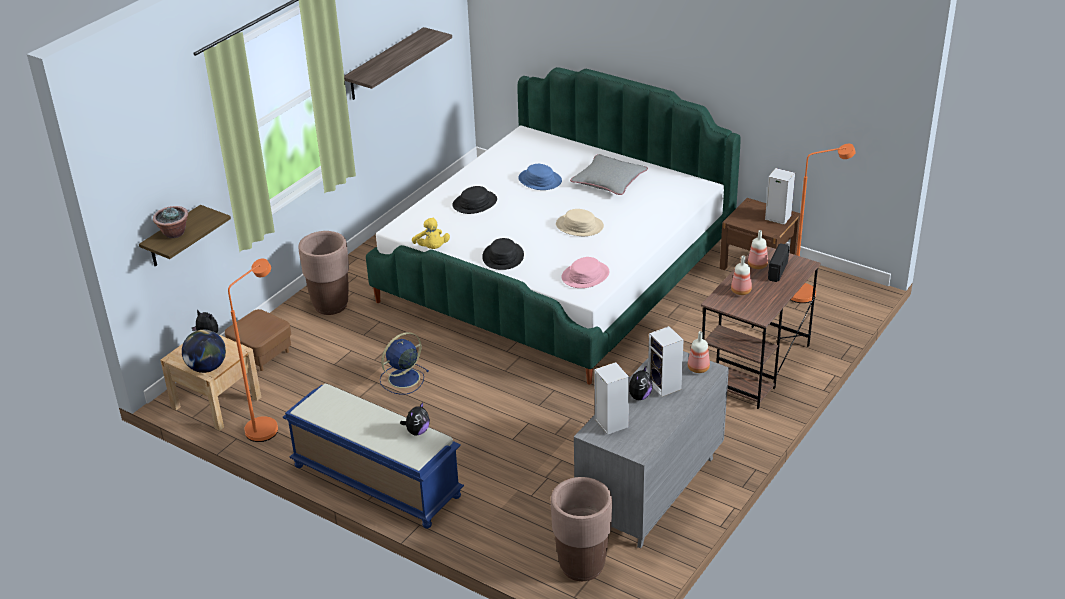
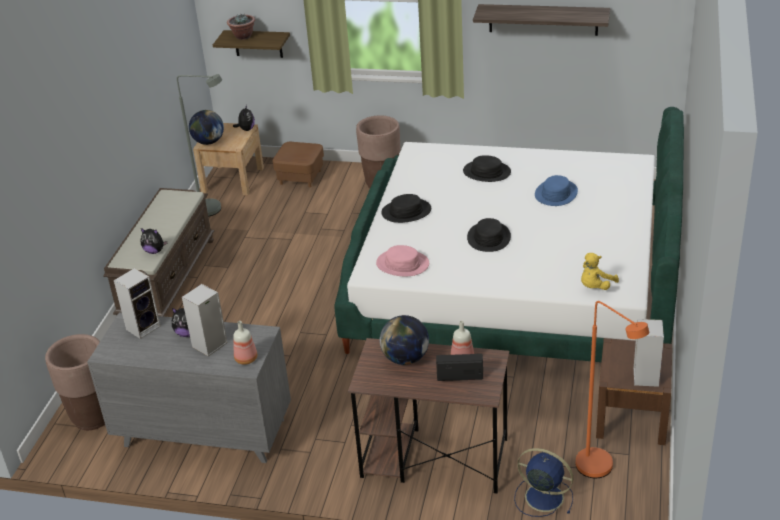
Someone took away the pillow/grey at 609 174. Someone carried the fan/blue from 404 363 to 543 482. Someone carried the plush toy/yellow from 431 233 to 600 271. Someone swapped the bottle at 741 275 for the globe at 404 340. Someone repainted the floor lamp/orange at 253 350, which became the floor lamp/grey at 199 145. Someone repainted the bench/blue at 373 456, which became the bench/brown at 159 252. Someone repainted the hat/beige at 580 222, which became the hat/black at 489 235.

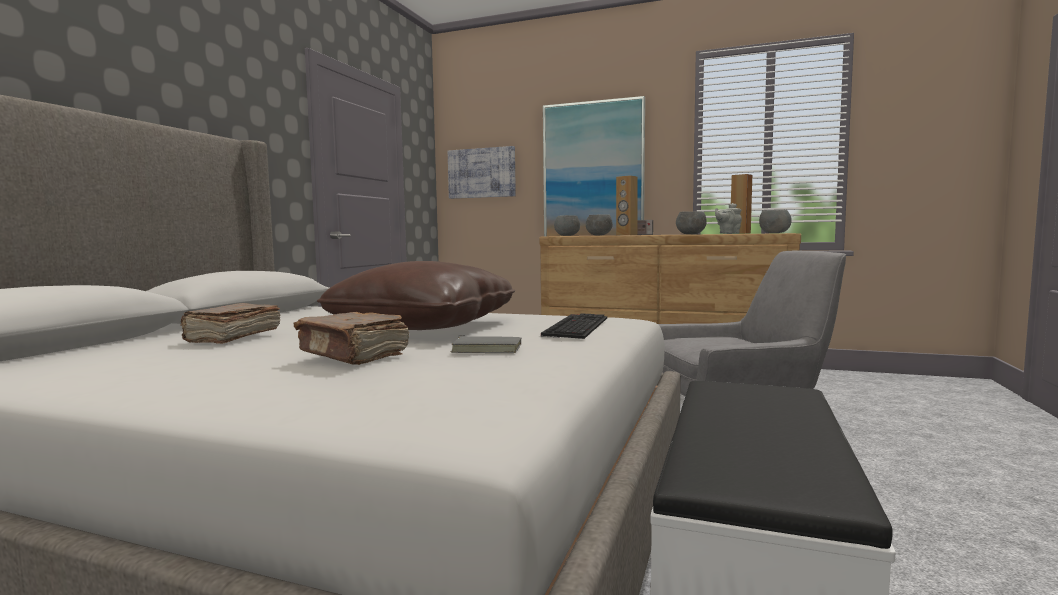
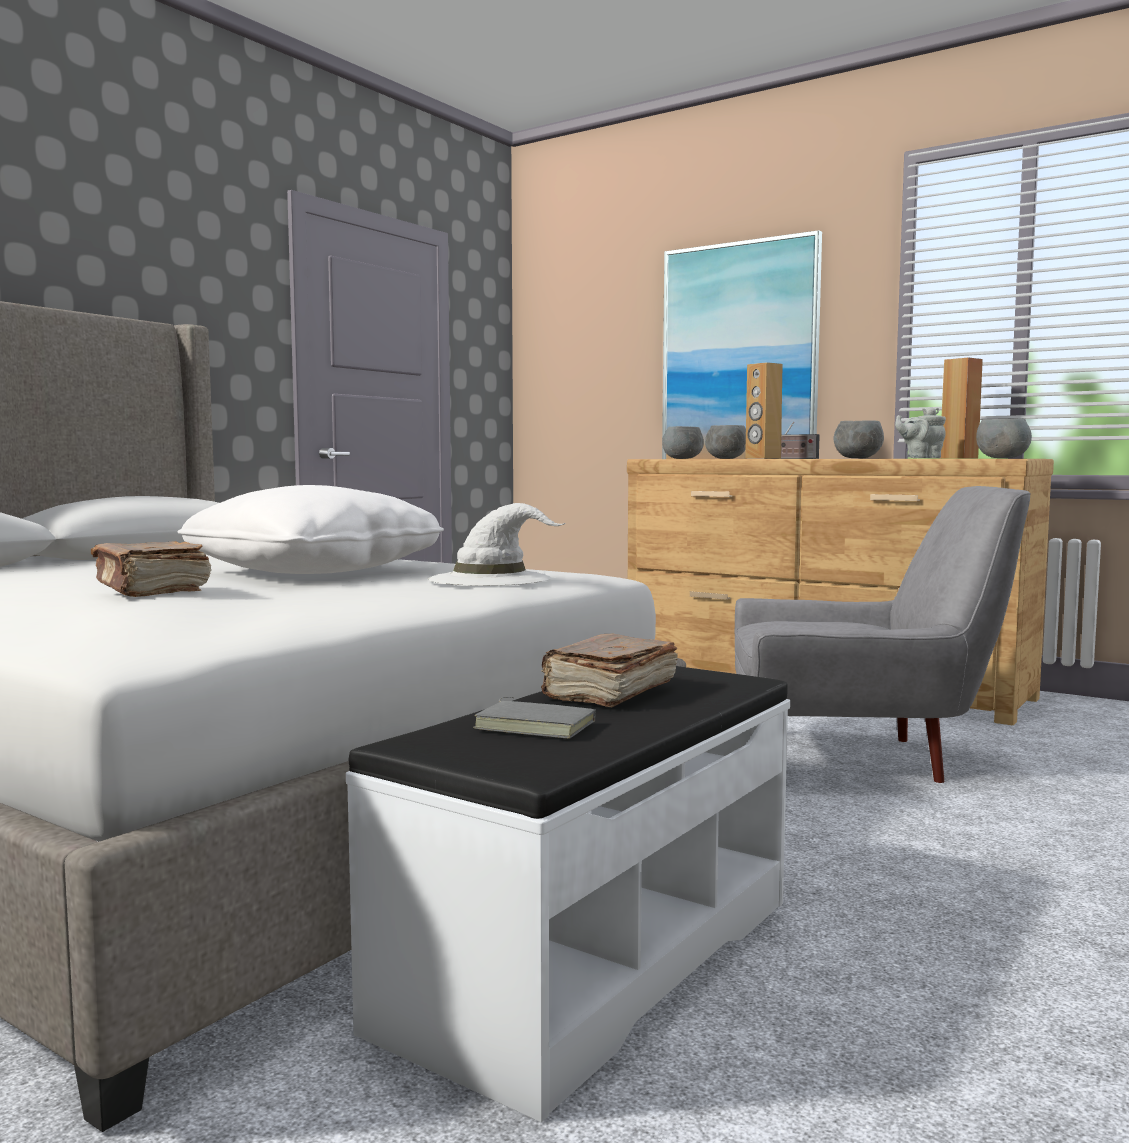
Someone took away the picture at 482 172. Someone carried the book/brown from 230 323 to 609 670. Someone carried the book/grey from 486 344 to 534 718. Someone swapped the keyboard at 574 326 for the hat/white at 496 544. Someone repainted the pillow/brown at 416 295, which became the pillow/white at 310 529.

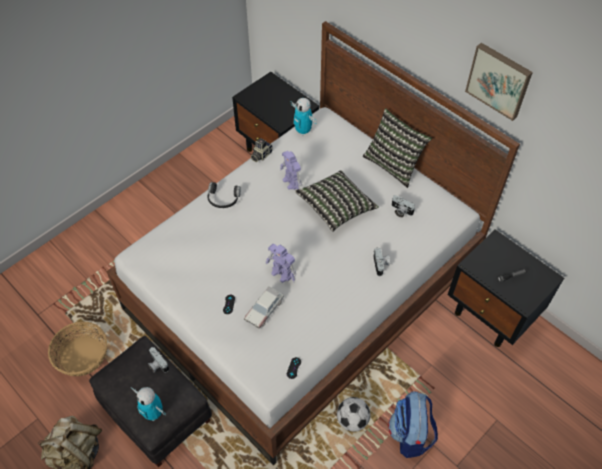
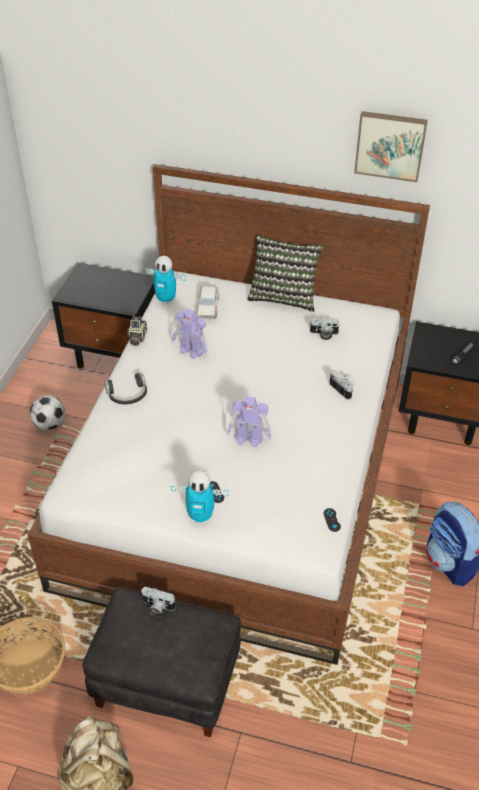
Someone took away the pillow at 337 201. Someone carried the toy robot from 148 404 to 200 496. Someone carried the toy car from 264 307 to 207 302. Someone carried the football from 354 414 to 47 412.

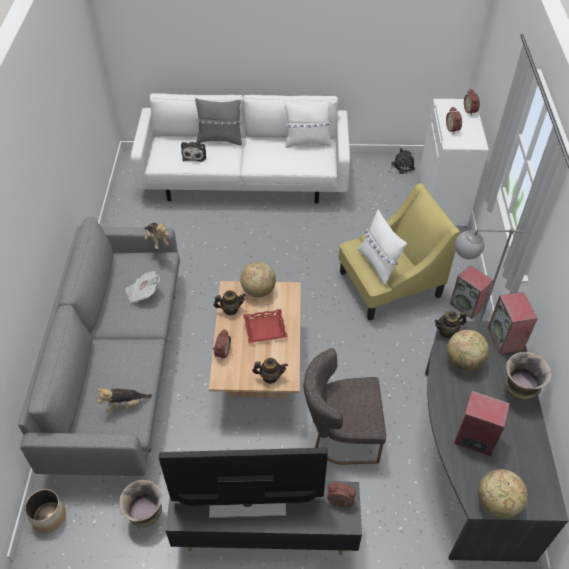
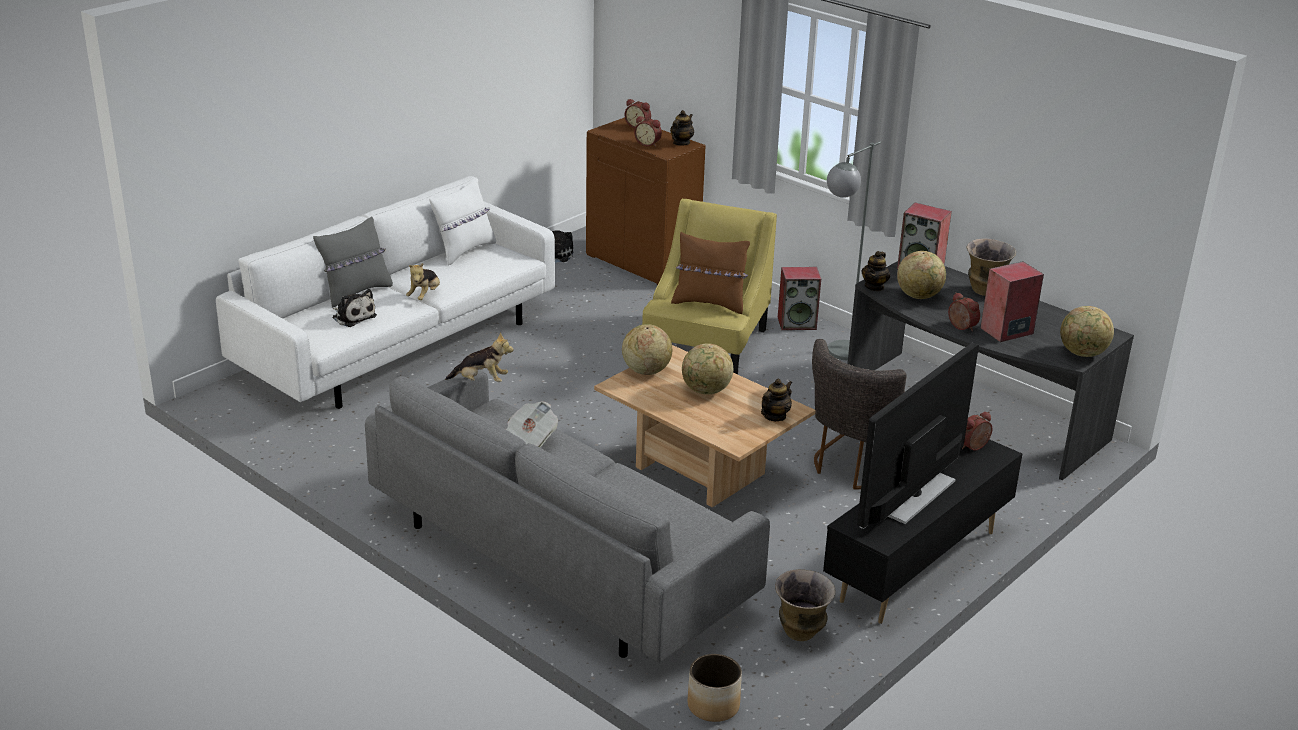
Someone carried the plush toy from 124 400 to 423 281. Someone carried the alarm clock from 222 344 to 964 311. Someone carried the teapot from 230 302 to 682 128. Someone swapped the tray/red at 265 326 for the globe at 707 369. Someone repainted the pillow/white at 382 247, which became the pillow/brown at 710 273. Someone repainted the cabinet/white at 454 163, which became the cabinet/brown at 646 201.

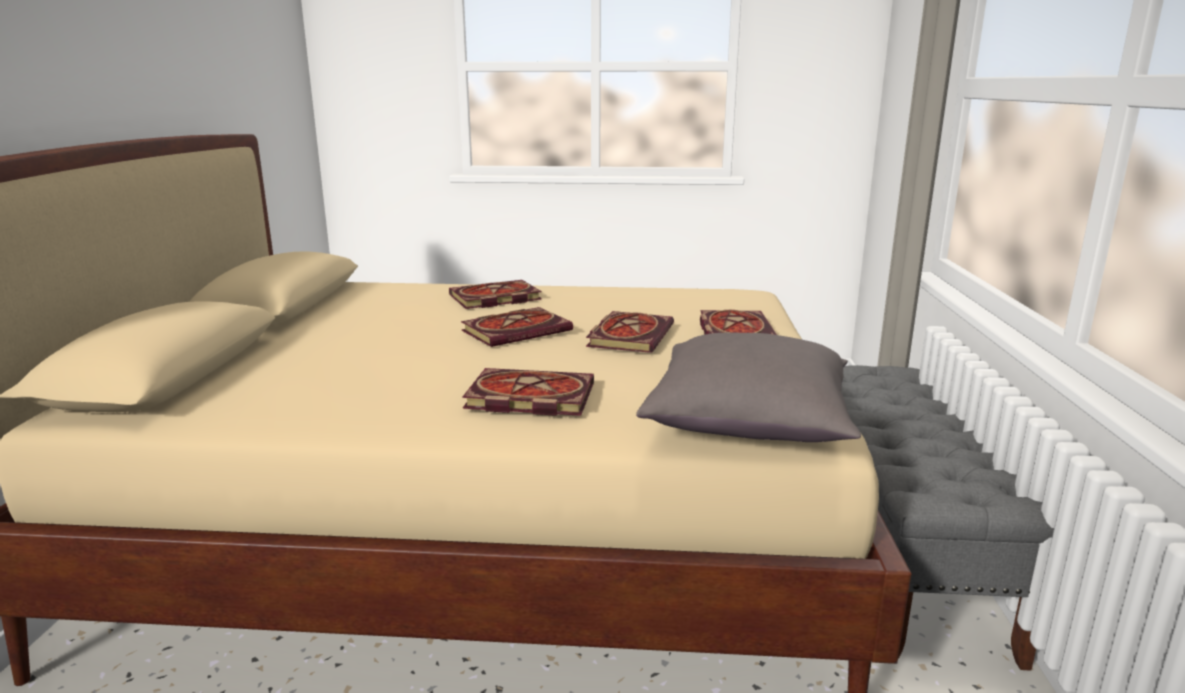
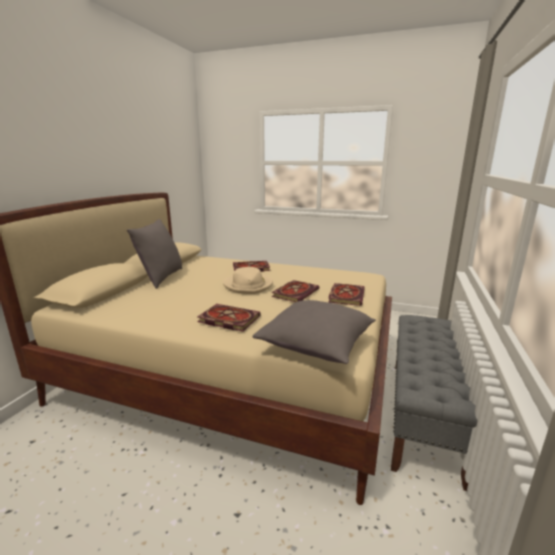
Someone put down the pillow/grey at 154 254. Someone swapped the book at 517 327 for the hat/beige at 248 280.

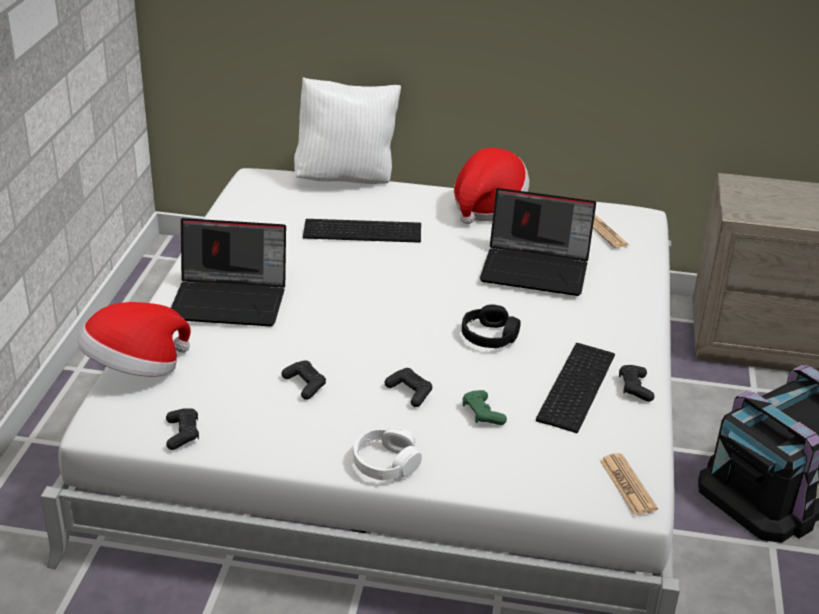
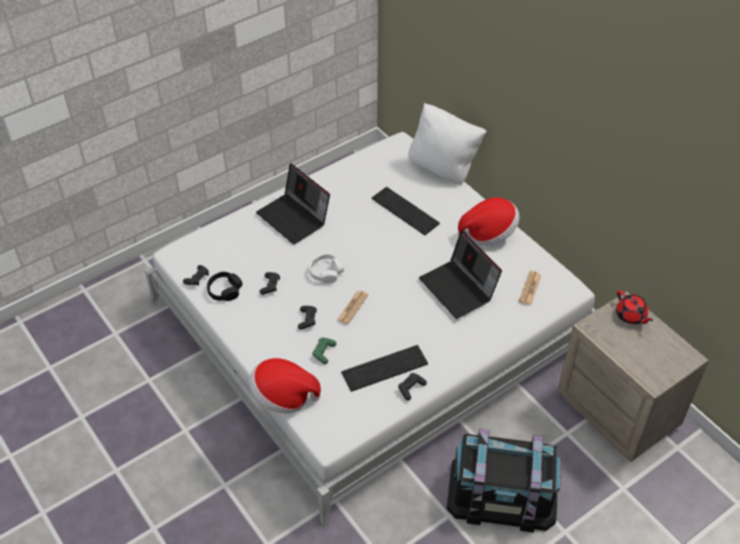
Someone put down the teapot/red at 634 307. Someone carried the hat from 134 339 to 285 385. Someone carried the headphones/white from 387 453 to 326 268. Someone carried the headphones/black from 491 326 to 224 286. Someone carried the newspaper from 629 484 to 352 307.

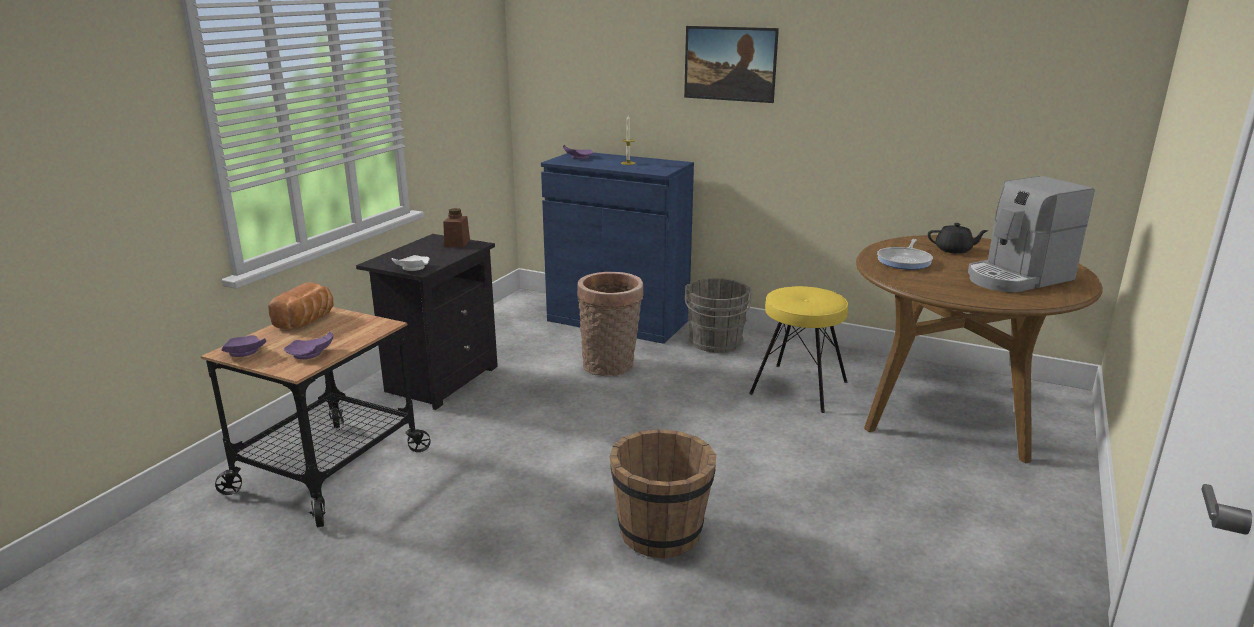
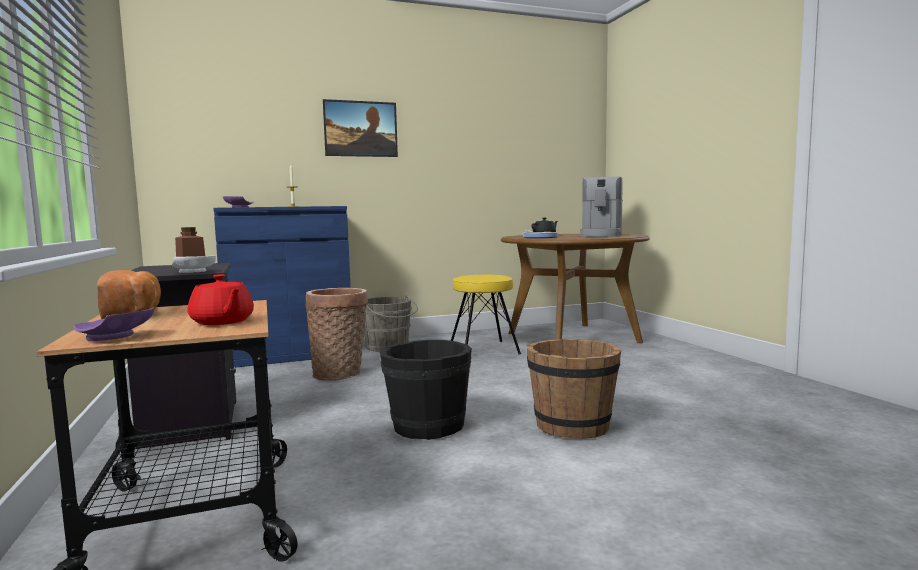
Someone put down the bucket/black at 426 390. Someone swapped the plate/purple at 308 345 for the teapot/red at 220 299.

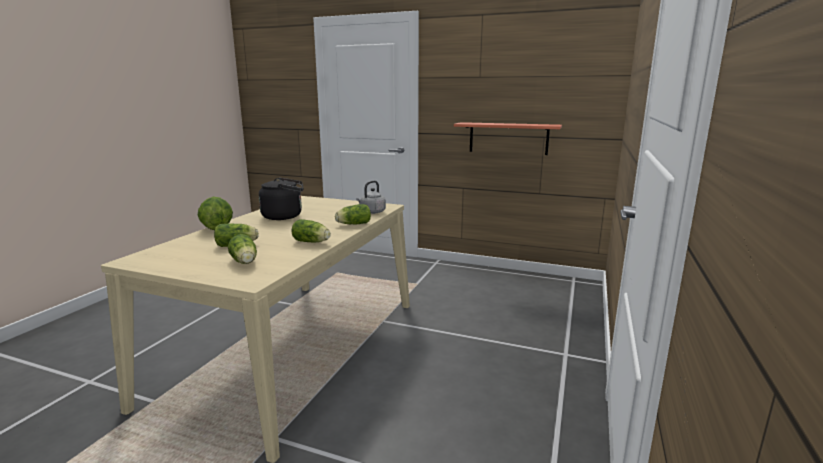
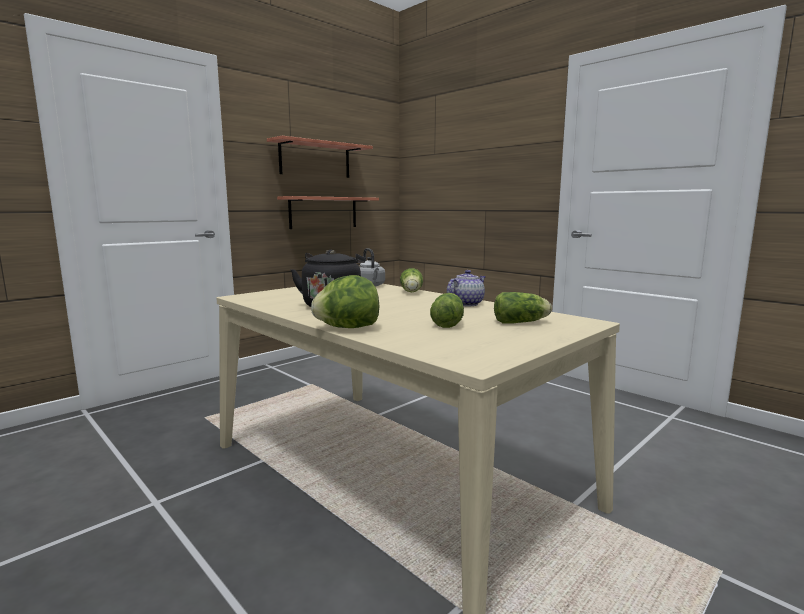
Someone put up the shelf at 320 157. Someone swapped the lettuce at 311 231 for the teapot at 466 288.

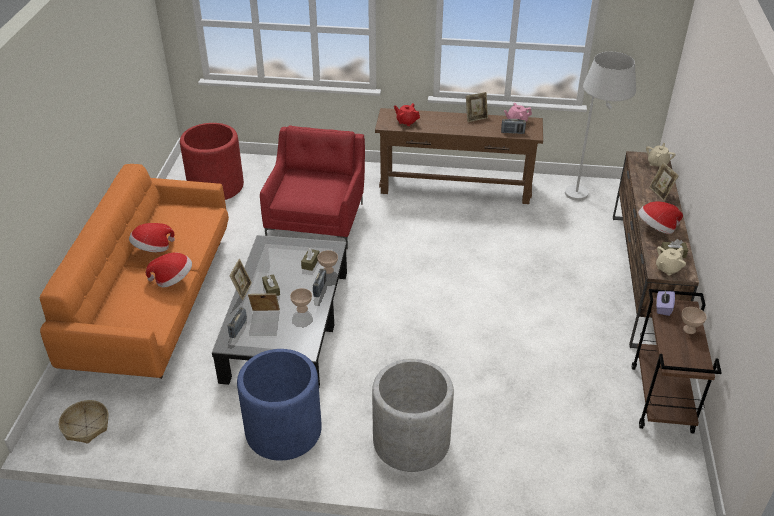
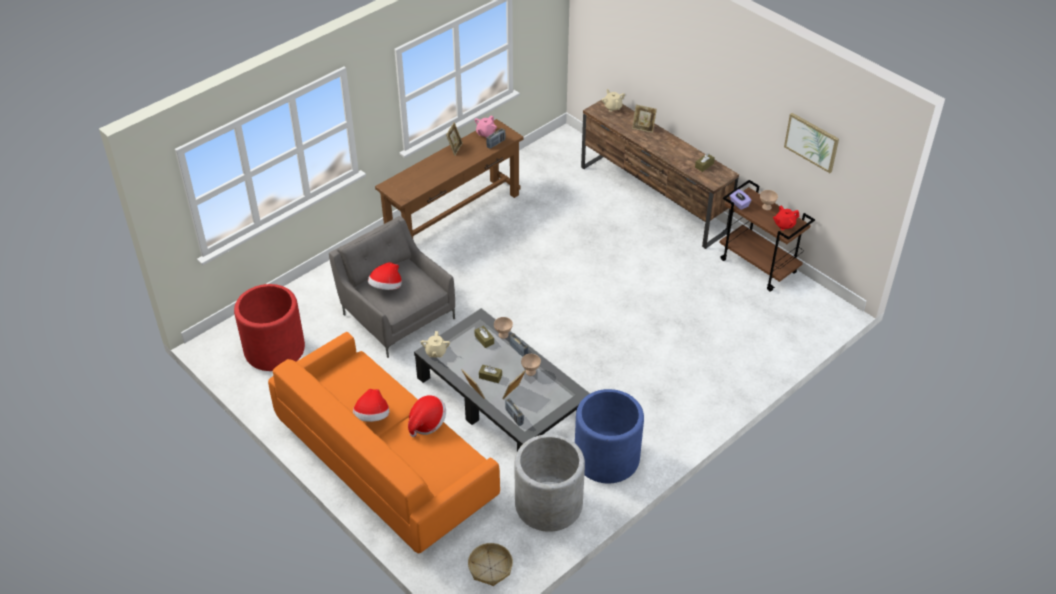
Someone took away the floor lamp/white at 600 126. Someone put up the picture at 811 143. Someone carried the planter/grey from 413 415 to 549 483. Someone carried the teapot/red from 407 114 to 786 218. Someone carried the hat from 660 217 to 385 276. Someone carried the teapot/beige from 671 261 to 435 344. Someone repainted the armchair/red at 312 187, which became the armchair/grey at 392 287.

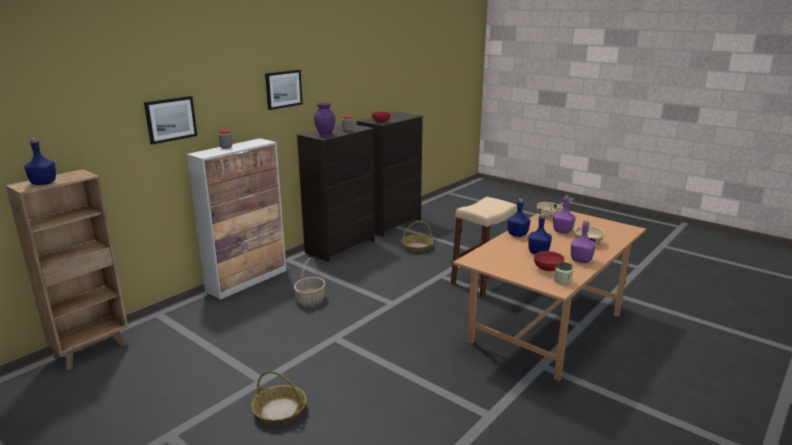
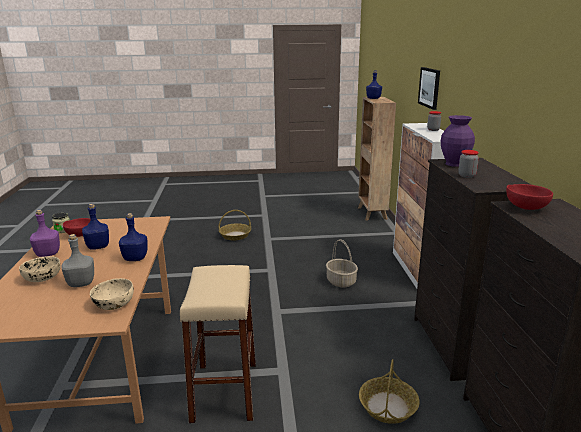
Someone took away the picture at 284 90. Someone repainted the bottle/purple at 564 214, which became the bottle/grey at 77 260.

